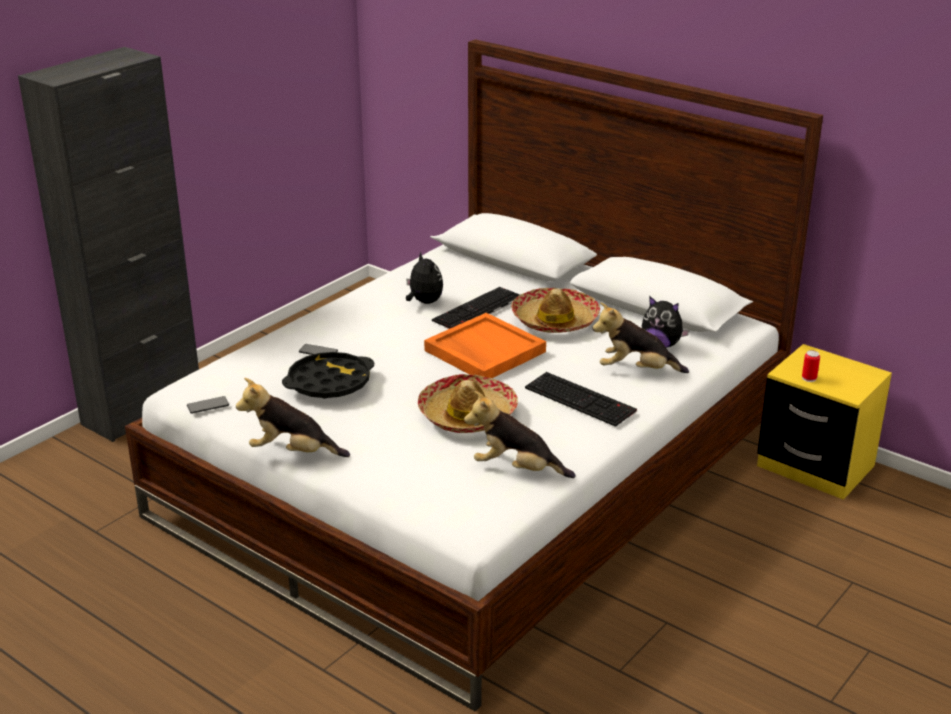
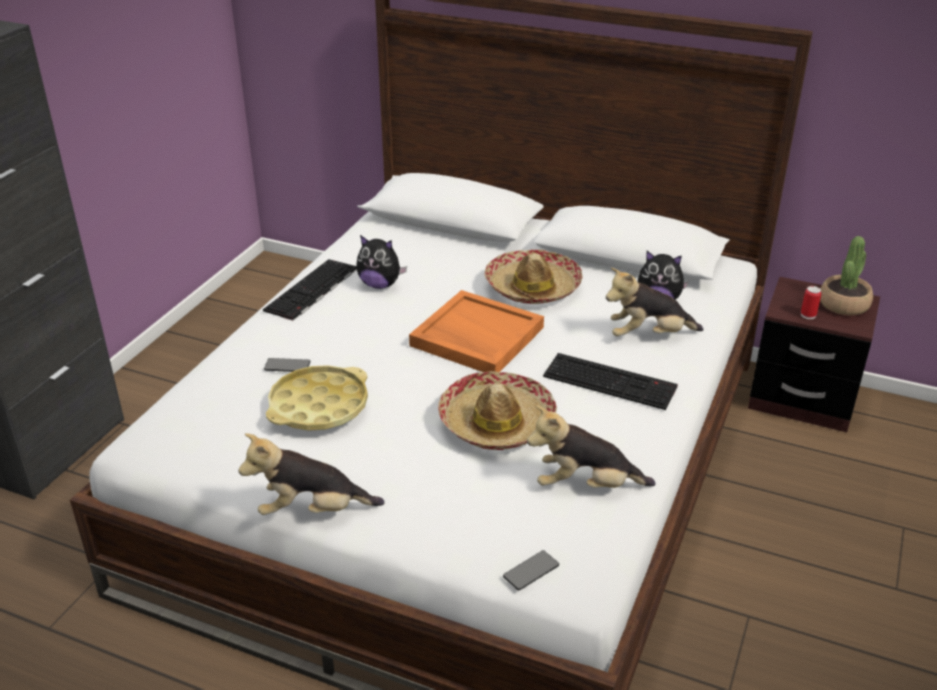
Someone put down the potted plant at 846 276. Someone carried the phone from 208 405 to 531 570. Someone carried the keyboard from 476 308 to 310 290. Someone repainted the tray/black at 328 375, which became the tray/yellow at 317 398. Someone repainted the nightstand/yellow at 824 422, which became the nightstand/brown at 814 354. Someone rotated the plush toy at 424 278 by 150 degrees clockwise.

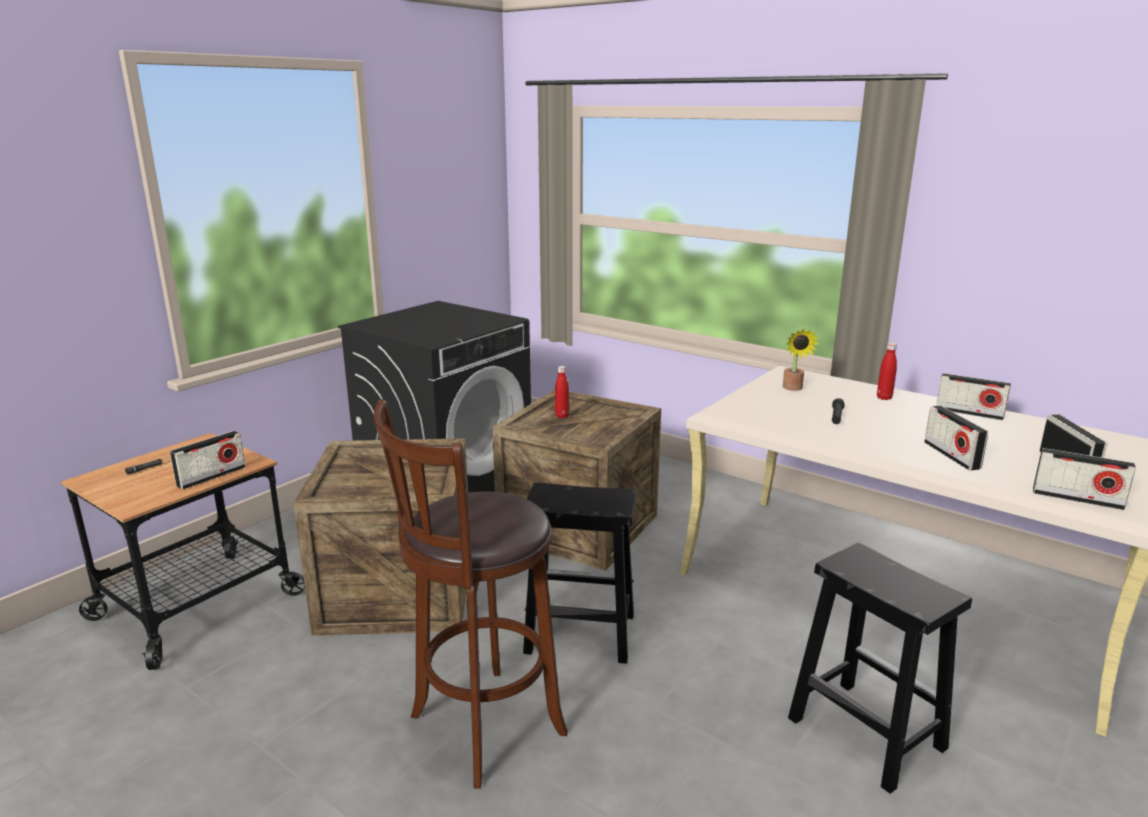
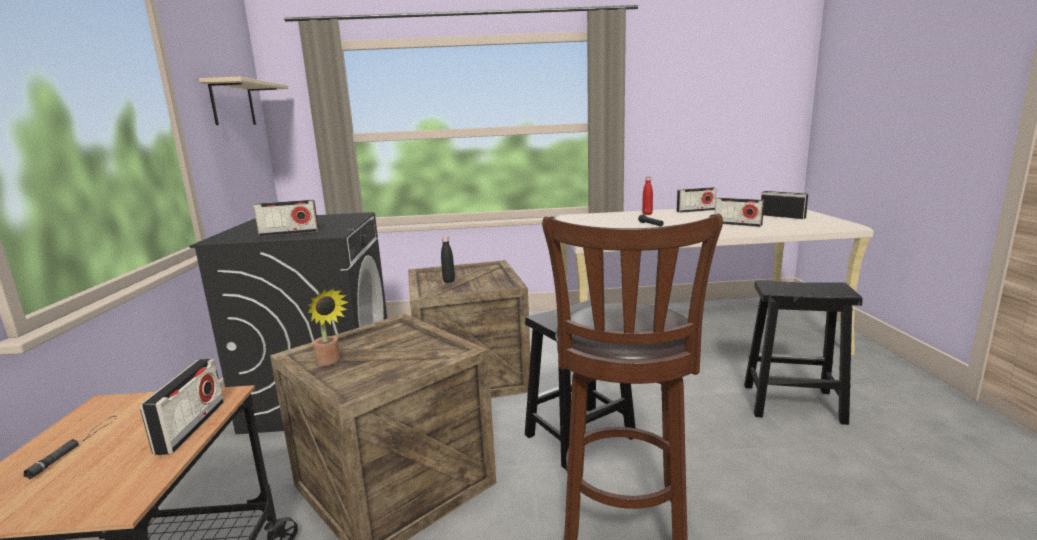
Someone put up the shelf/beige at 244 101. Someone carried the potted plant from 801 360 to 328 327. Someone carried the radio from 1084 479 to 286 218. Someone repainted the bottle/red at 562 392, which became the bottle/black at 448 259.

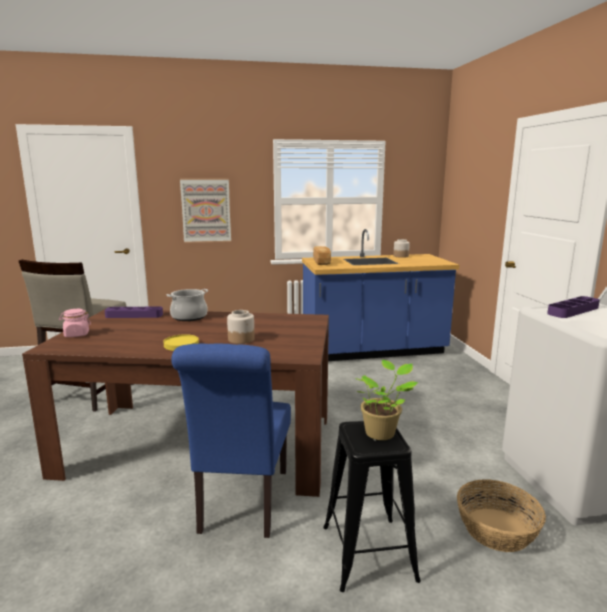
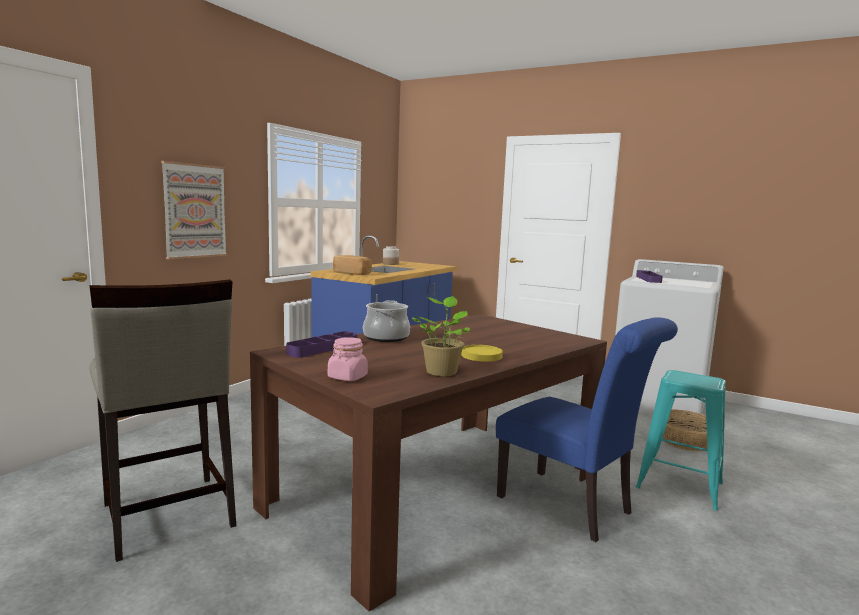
Someone took away the jar at 241 327. Someone carried the potted plant from 386 400 to 441 336. Someone repainted the stool/black at 372 506, which became the stool/turquoise at 681 440.

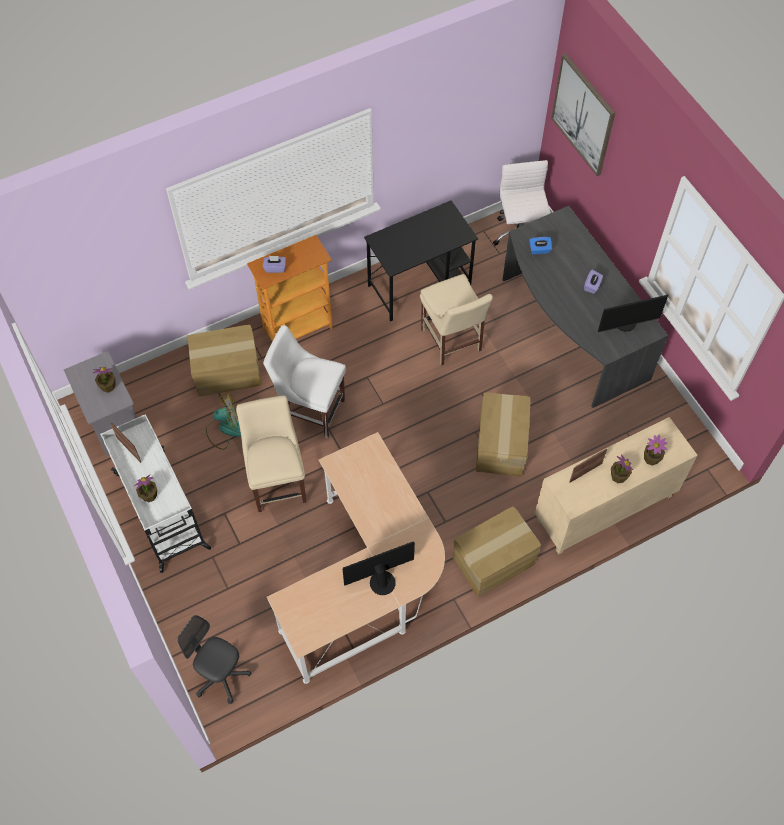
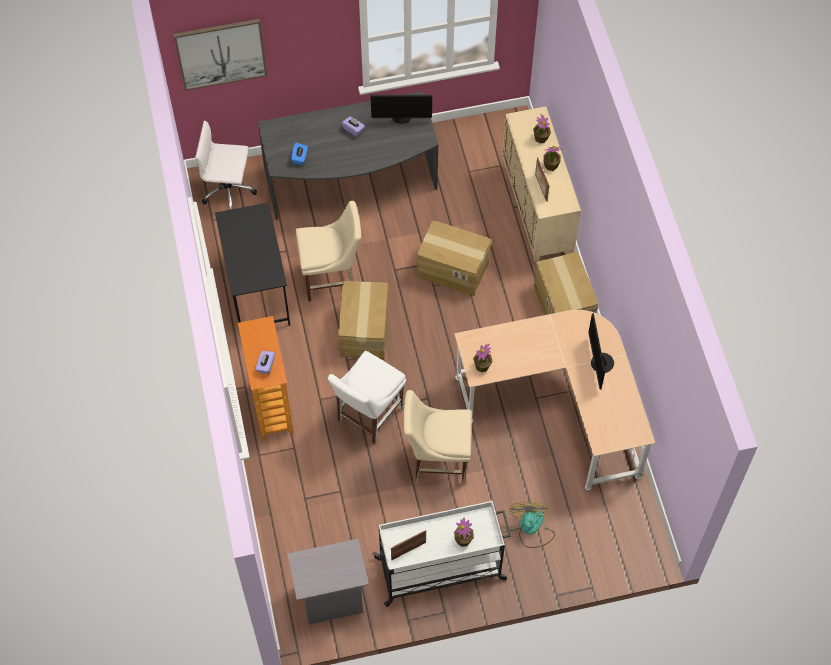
Someone took away the office chair/grey at 214 659. Someone carried the potted plant from 104 380 to 482 358. Someone carried the cardboard box from 224 360 to 363 320. Someone carried the fan from 223 421 to 532 525. Someone rotated the monitor at 633 313 by 90 degrees clockwise.

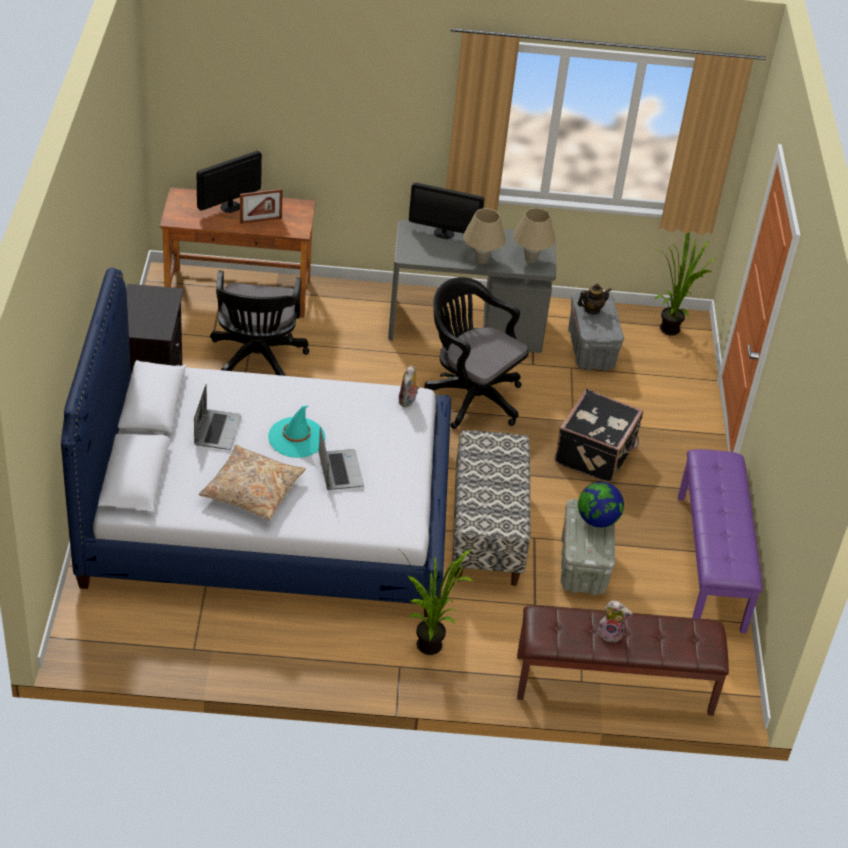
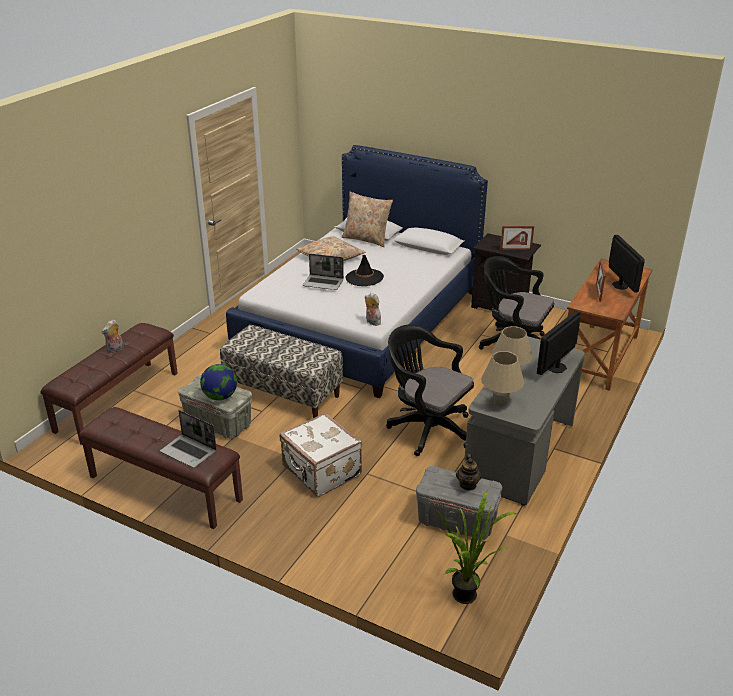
Someone took away the potted plant at 436 602. Someone put down the pillow/beige at 367 219. Someone put down the picture frame at 517 238. Someone carried the laptop from 217 417 to 188 439. Someone repainted the hat/turquoise at 297 432, which became the hat/black at 364 270. Someone repainted the suitcase/black at 599 436, which became the suitcase/white at 321 455. Someone repainted the bench/purple at 720 541, which became the bench/brown at 161 468. Someone rotated the office chair/black at 476 353 by 120 degrees counterclockwise.

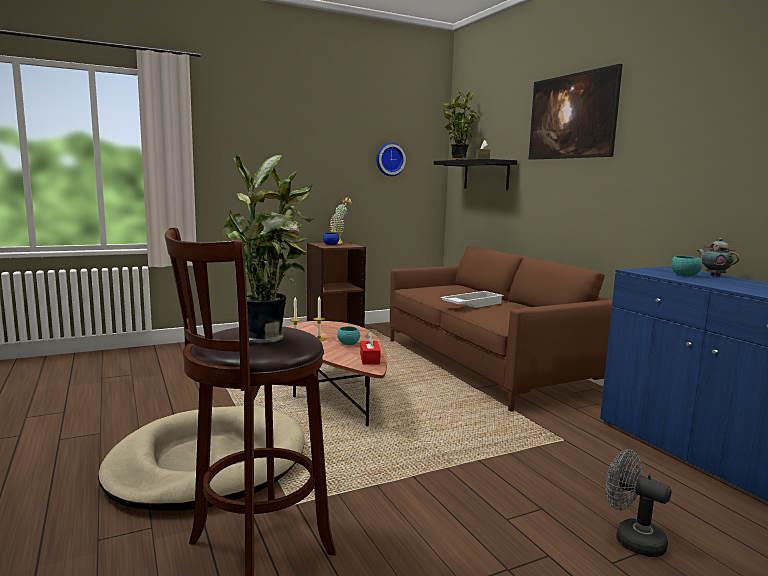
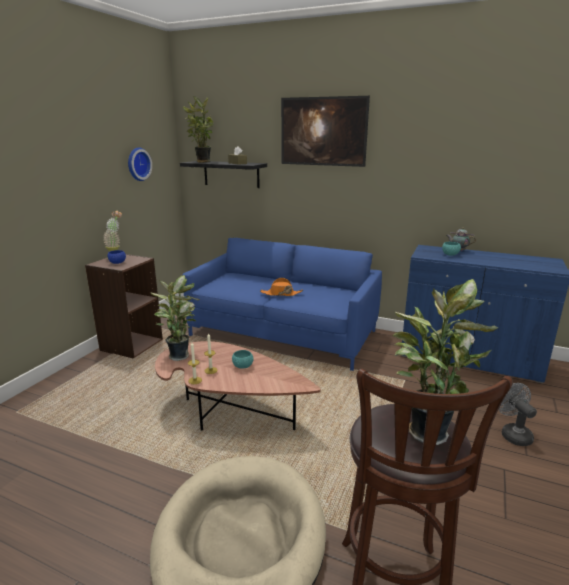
Someone took away the tissue box/red at 370 348. Someone put down the potted plant at 175 318. Someone swapped the tray/white at 472 299 for the hat/orange at 281 287. Someone repainted the sofa/brown at 502 329, which became the sofa/blue at 282 304. Someone rotated the fan/grey at 639 503 by 75 degrees clockwise.

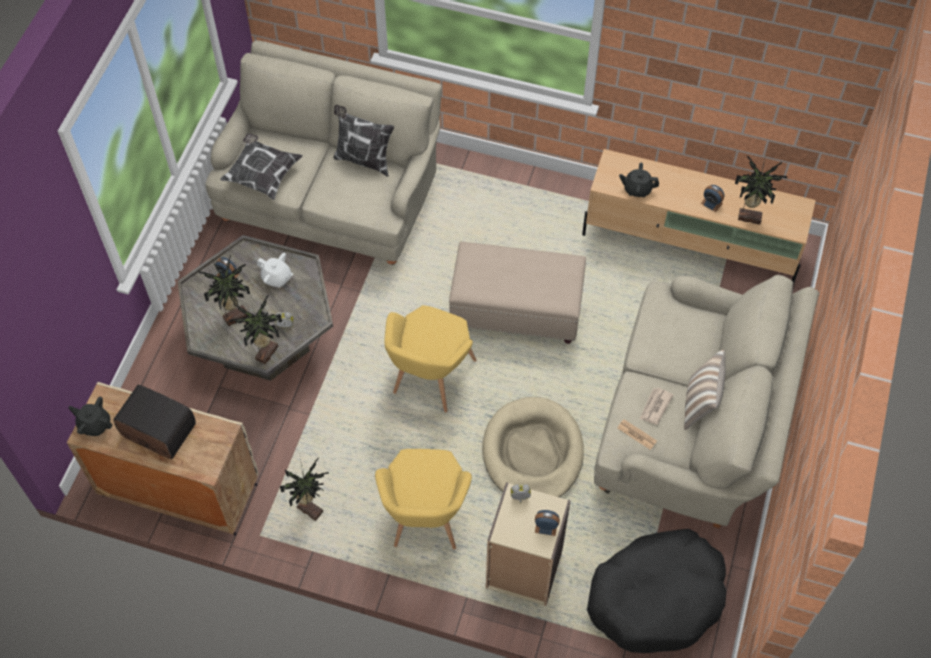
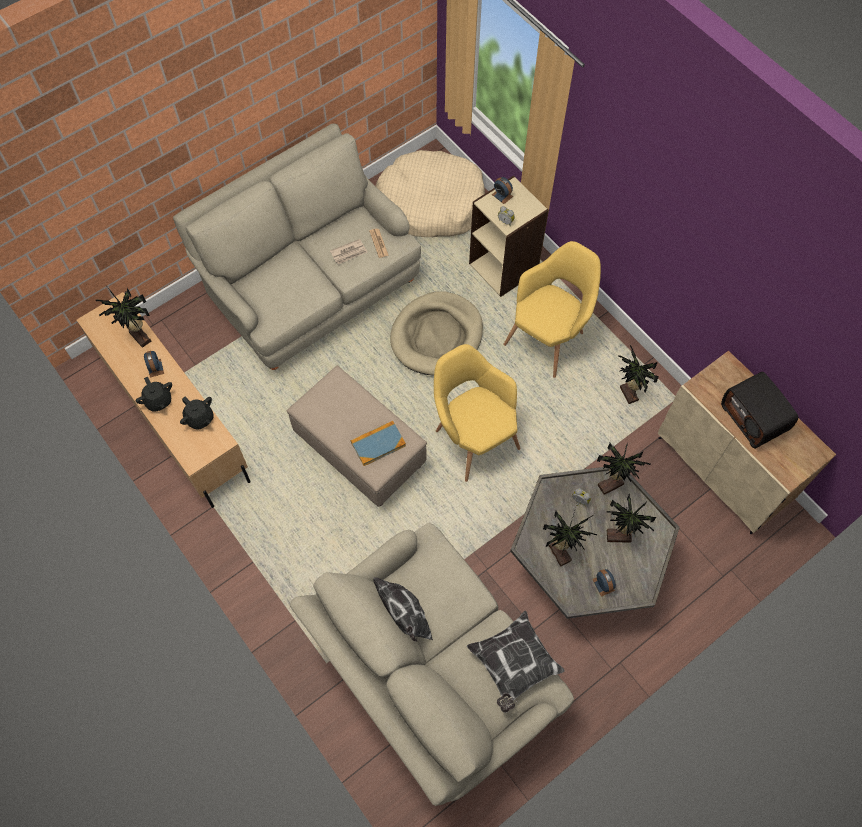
Someone took away the pillow at 705 390. Someone put down the book at 378 443. Someone carried the teapot/black from 90 416 to 153 394. Someone swapped the teapot/white at 275 270 for the potted plant at 570 535. Someone repainted the dog bed/black at 656 591, which became the dog bed/beige at 430 193. Someone rotated the armchair/yellow at 430 358 by 90 degrees counterclockwise.

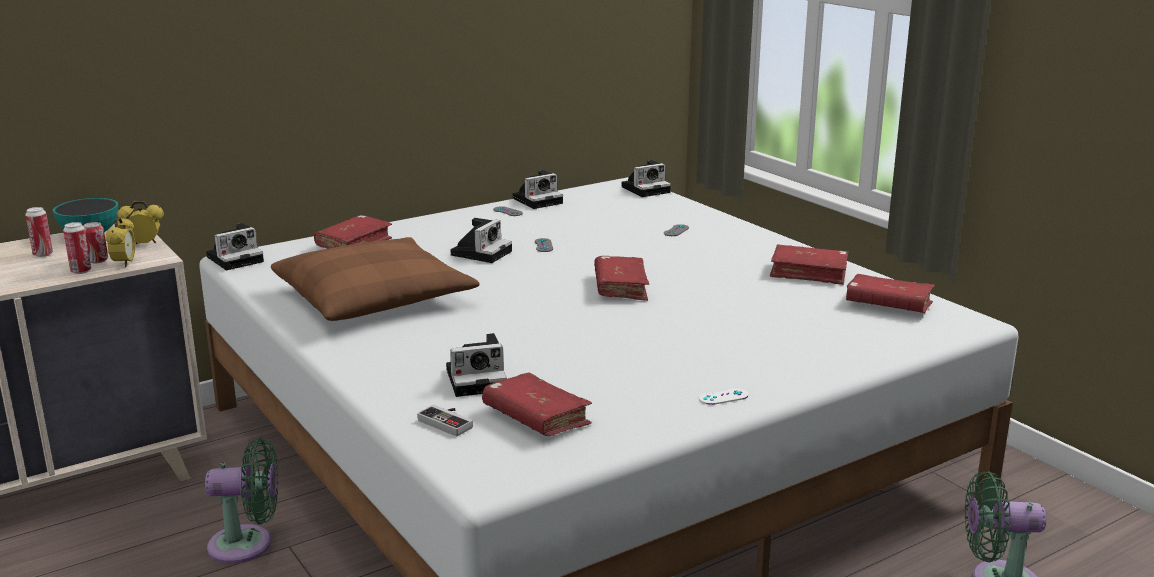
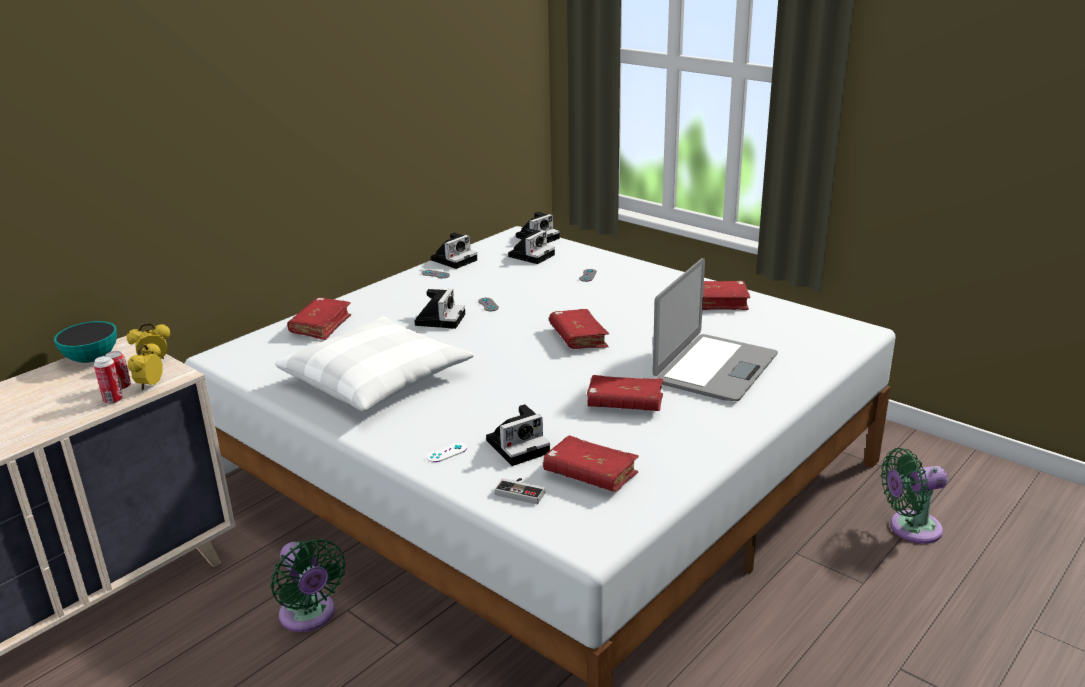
Someone took away the can at 39 232. Someone put down the laptop at 715 329. Someone carried the photo camera from 235 247 to 531 246. Someone carried the game controller/white from 723 396 to 446 452. Someone carried the book/red from 890 293 to 625 393. Someone repainted the pillow/brown at 375 279, which became the pillow/white at 374 363. Someone rotated the alarm clock at 120 242 by 150 degrees counterclockwise. Someone rotated the fan/green at 241 501 by 75 degrees clockwise.

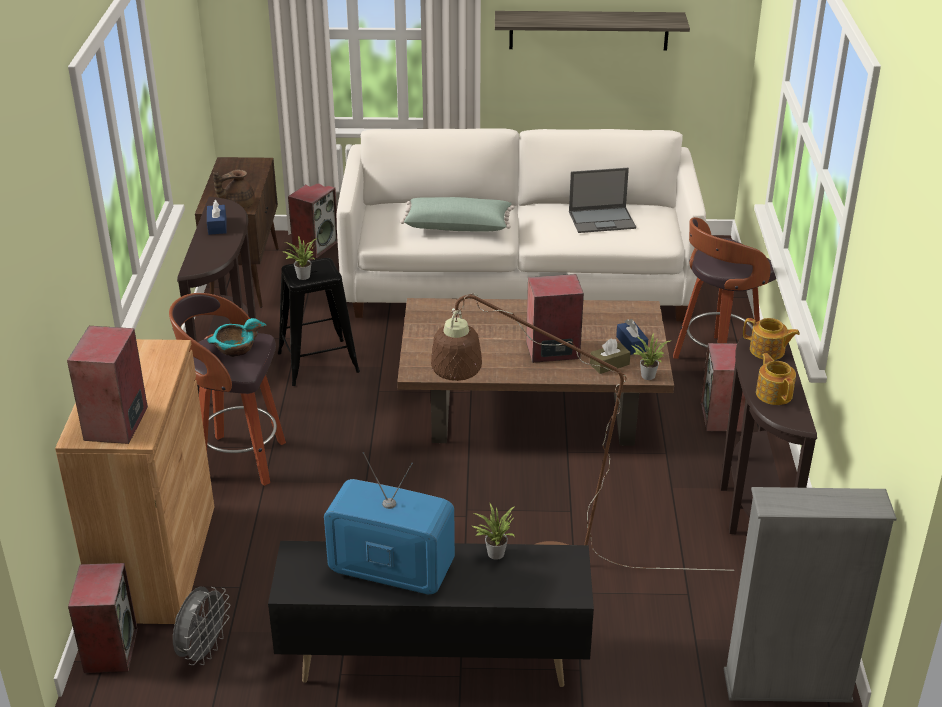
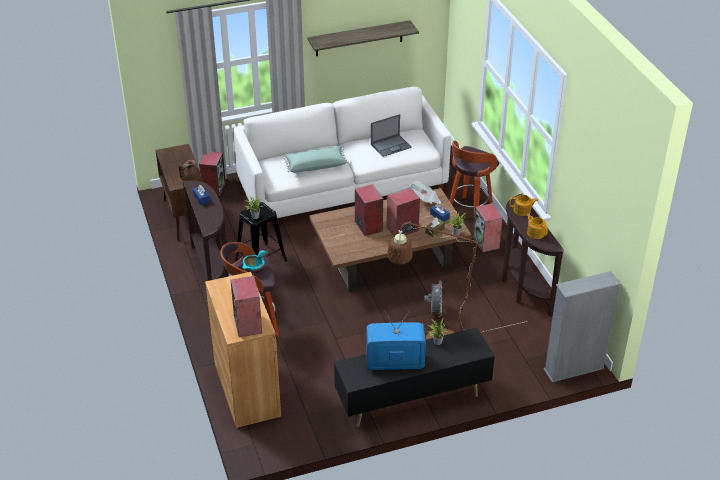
Someone put down the newspaper at 425 192. Someone carried the speaker from 103 618 to 369 210. Someone carried the fan/grey from 201 626 to 433 298.

